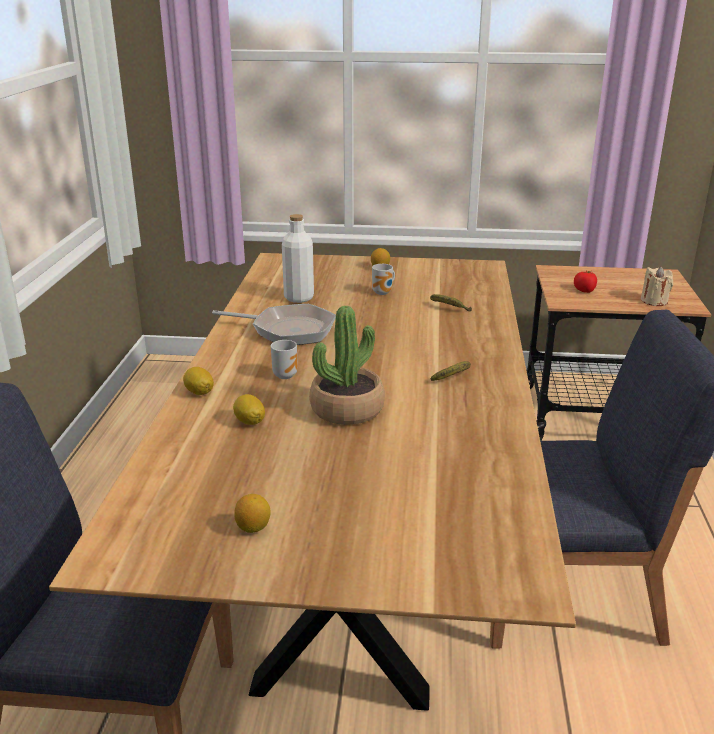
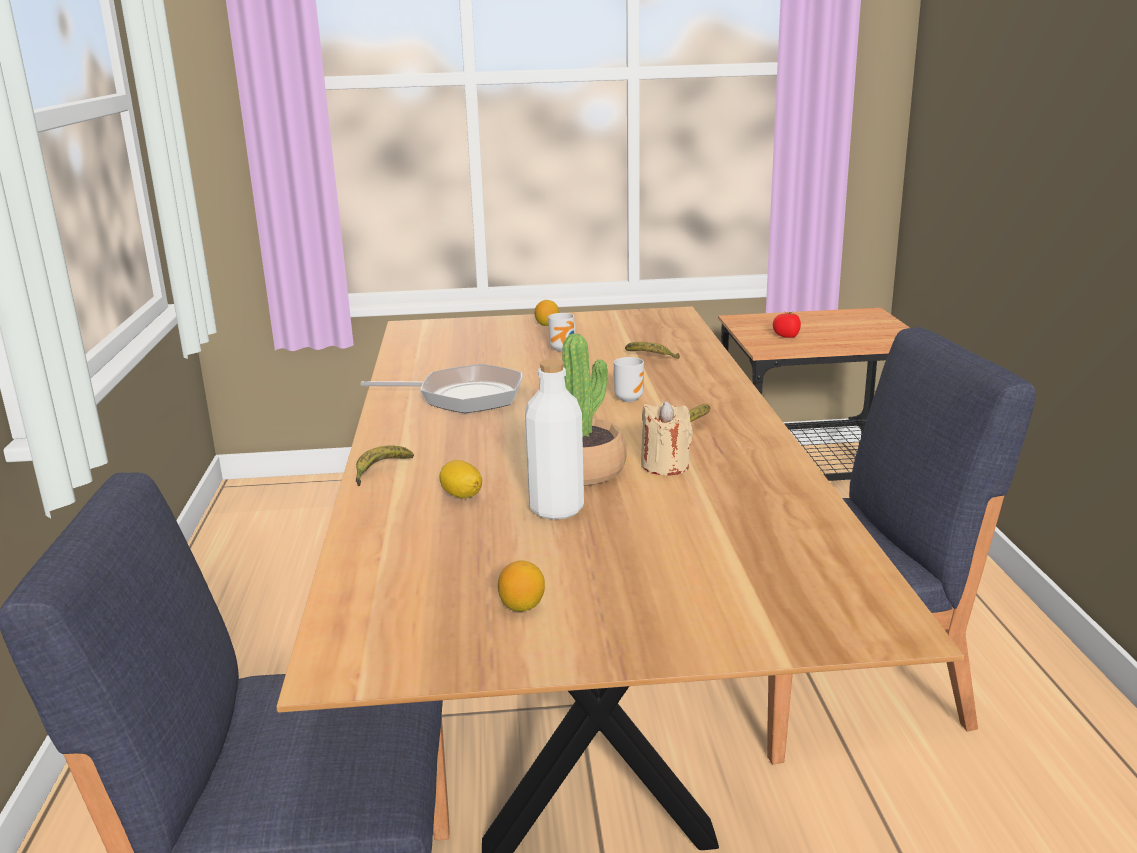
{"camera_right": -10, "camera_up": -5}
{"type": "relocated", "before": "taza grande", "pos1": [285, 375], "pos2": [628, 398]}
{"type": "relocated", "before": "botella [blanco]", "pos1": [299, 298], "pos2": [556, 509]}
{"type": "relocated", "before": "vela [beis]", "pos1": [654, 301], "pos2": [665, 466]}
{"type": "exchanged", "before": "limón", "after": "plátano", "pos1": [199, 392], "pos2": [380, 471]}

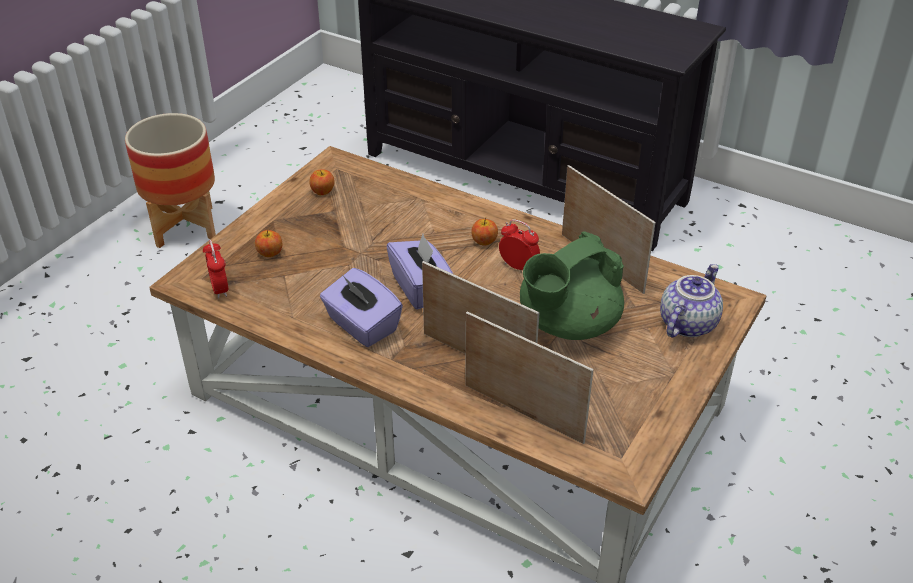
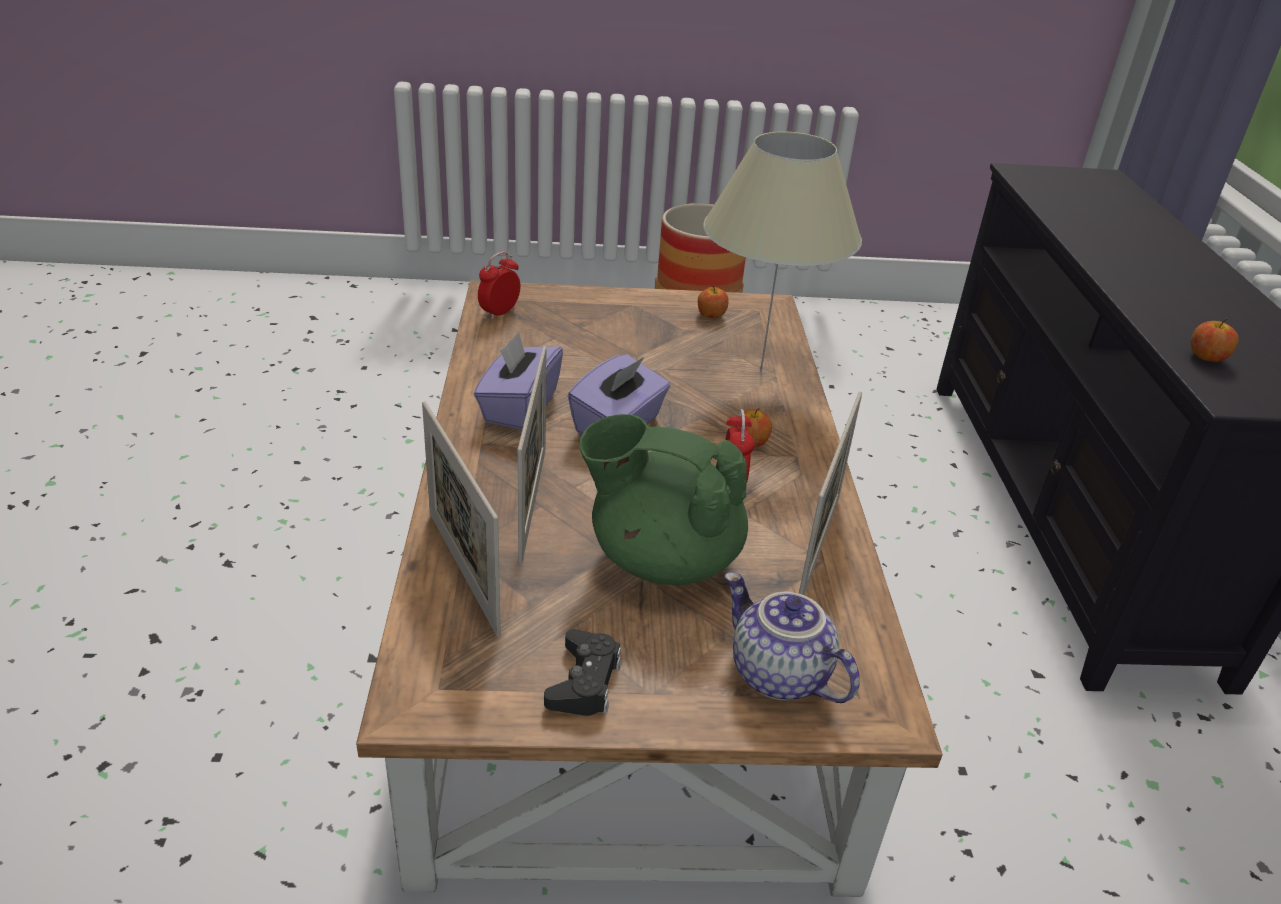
{"camera_right": 55, "camera_up": -5}
{"type": "appeared", "after": "mando de consola [negro]", "pos2": [584, 681]}
{"type": "appeared", "after": "lámpara de mesa [beis]", "pos2": [760, 371]}
{"type": "relocated", "before": "manzana", "pos1": [270, 253], "pos2": [1206, 357]}
{"type": "spun", "before": "portarretratos", "pos1": [523, 413], "pos2": [462, 571], "turn": 150}
{"type": "spun", "before": "tetera", "pos1": [686, 323], "pos2": [776, 675], "turn": -135}

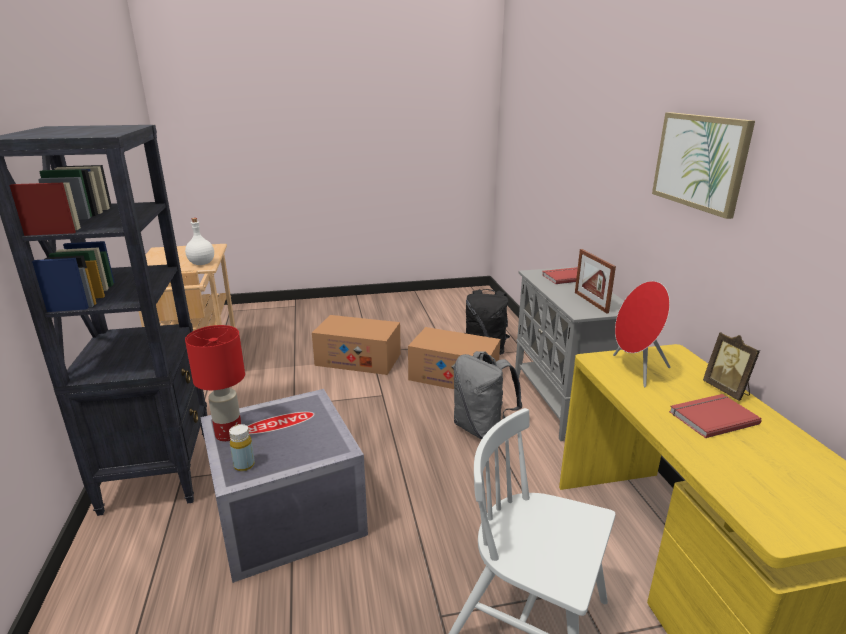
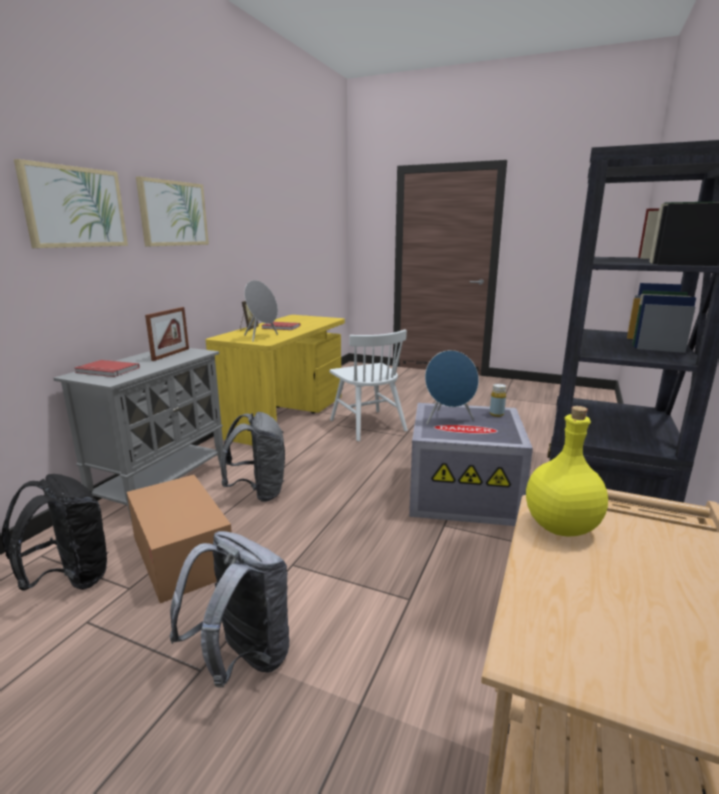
{"camera_right": -145, "camera_up": -5}
{"type": "missing", "before": "lámpara de mesa [rojo]", "pos1": [228, 434]}
{"type": "appeared", "after": "cuadro", "pos2": [75, 207]}
{"type": "appeared", "after": "altavoz [azul]", "pos2": [448, 420]}
{"type": "exchanged", "before": "caja de cartón", "after": "mochila [gris]", "pos1": [358, 359], "pos2": [242, 659]}
{"type": "colour", "before": "botella [blanco]", "after": "botella [amarillo]", "pos1": [201, 263], "pos2": [561, 528]}
{"type": "colour", "before": "altavoz [rojo]", "after": "altavoz [gris]", "pos1": [635, 370], "pos2": [262, 337]}

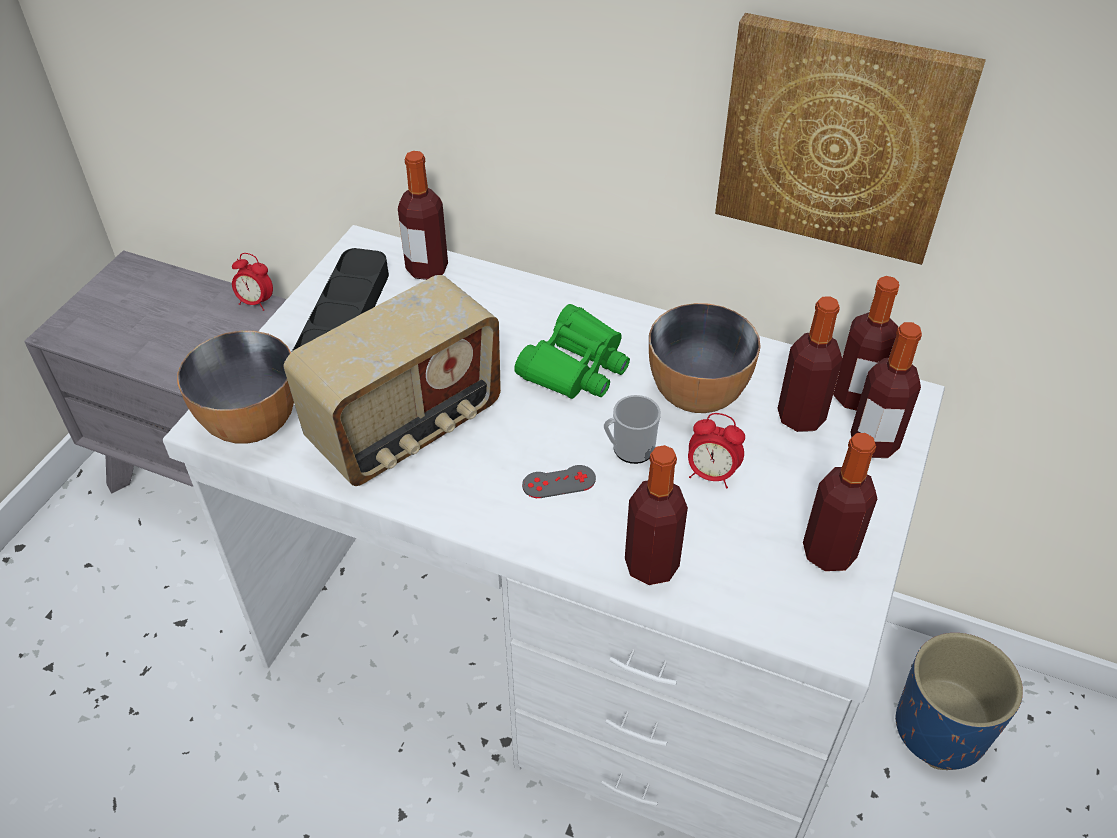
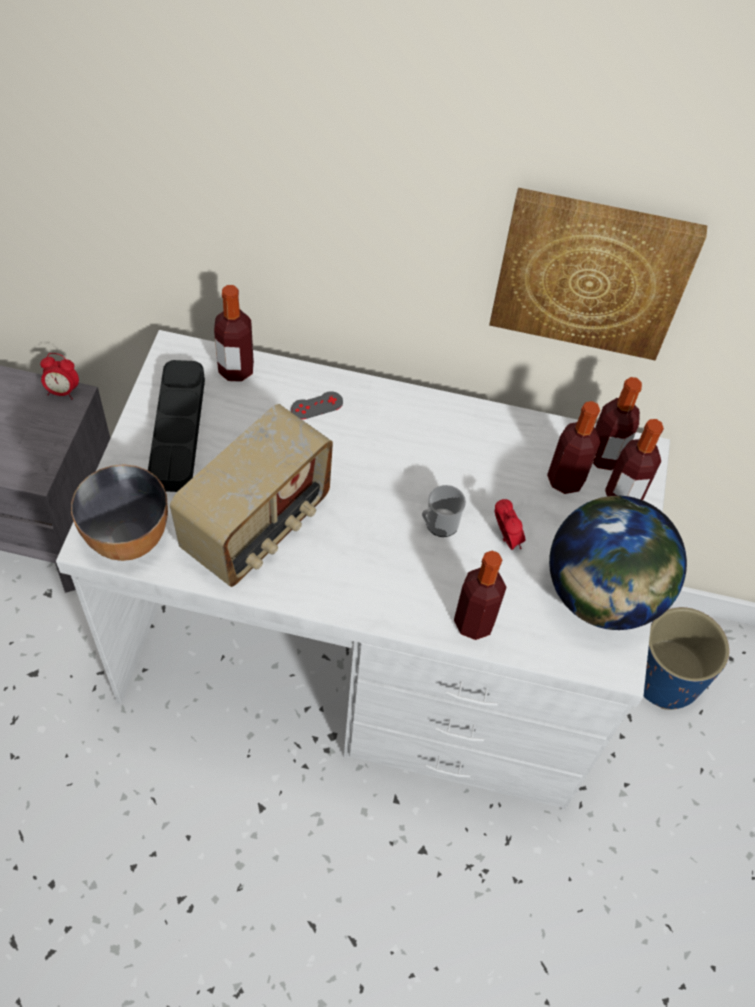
{"camera_right": -15, "camera_up": 10}
{"type": "missing", "before": "prismáticos [verde]", "pos1": [575, 367]}
{"type": "missing", "before": "cuenco", "pos1": [697, 393]}
{"type": "relocated", "before": "mando de consola [gris]", "pos1": [559, 482], "pos2": [317, 405]}
{"type": "exchanged", "before": "botella", "after": "globo terráqueo", "pos1": [828, 552], "pos2": [602, 594]}
{"type": "spun", "before": "despertador", "pos1": [711, 474], "pos2": [505, 539], "turn": -120}

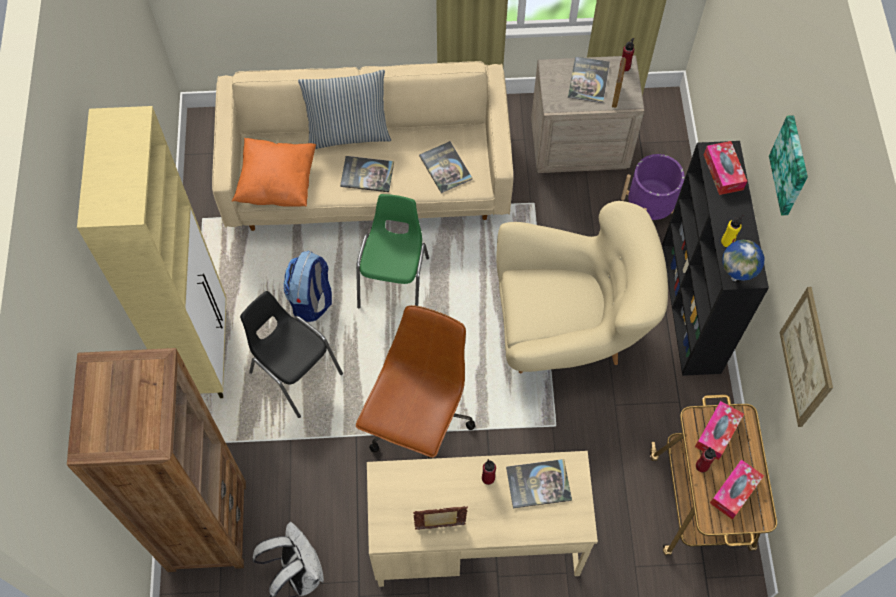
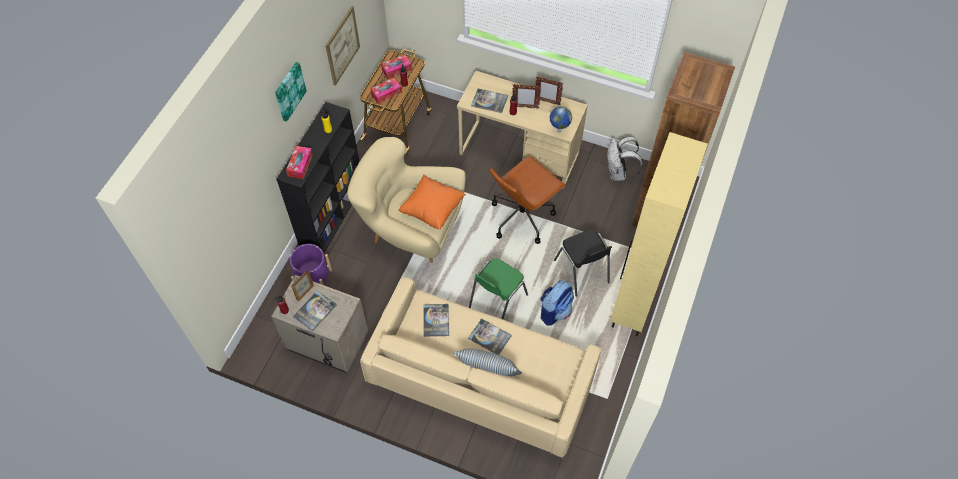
{"camera_right": -155, "camera_up": -5}
{"type": "appeared", "after": "portarretratos", "pos2": [525, 107]}
{"type": "relocated", "before": "cojín [naranja]", "pos1": [277, 183], "pos2": [432, 210]}
{"type": "relocated", "before": "globo terráqueo", "pos1": [735, 278], "pos2": [558, 131]}

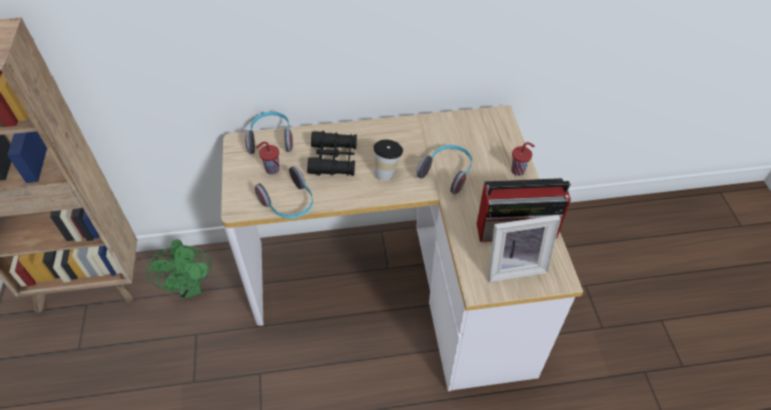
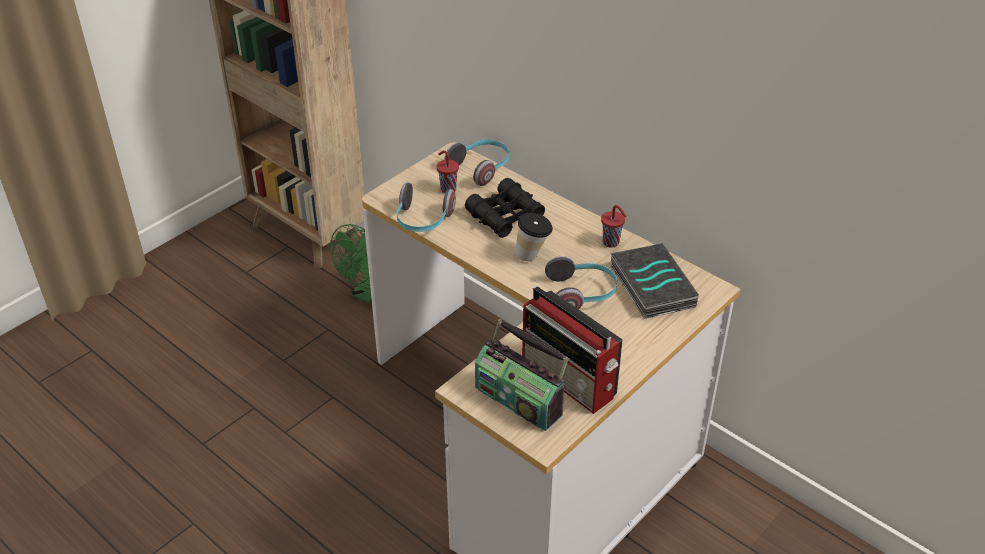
{"camera_right": 50, "camera_up": -10}
{"type": "appeared", "after": "libro", "pos2": [650, 286]}
{"type": "relocated", "before": "taza [rojo]", "pos1": [518, 170], "pos2": [612, 243]}
{"type": "exchanged", "before": "portarretratos", "after": "radio", "pos1": [514, 266], "pos2": [520, 399]}

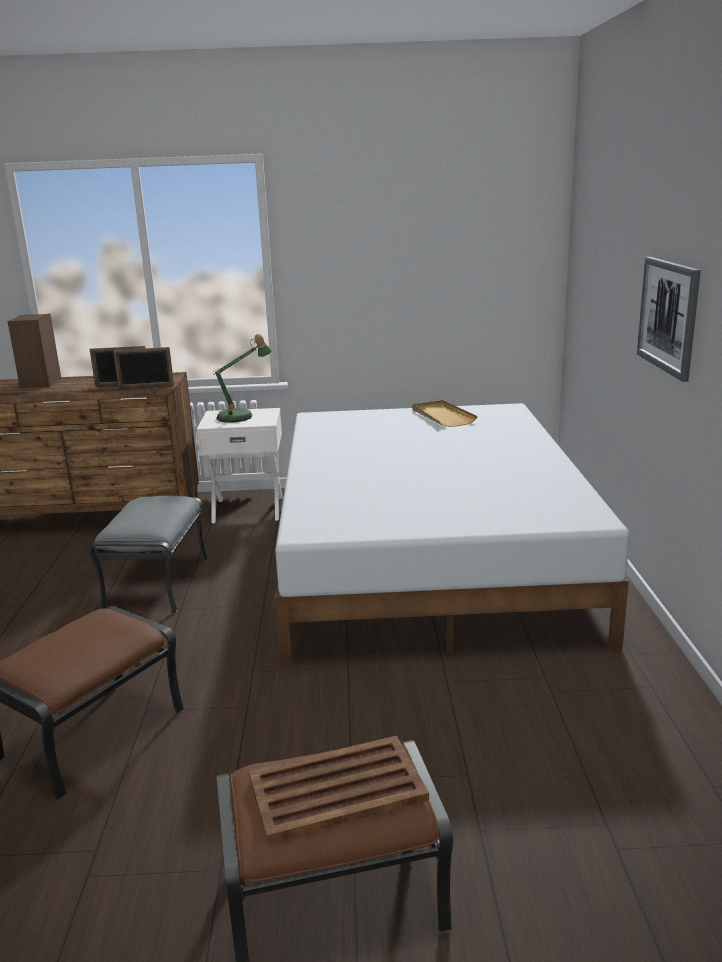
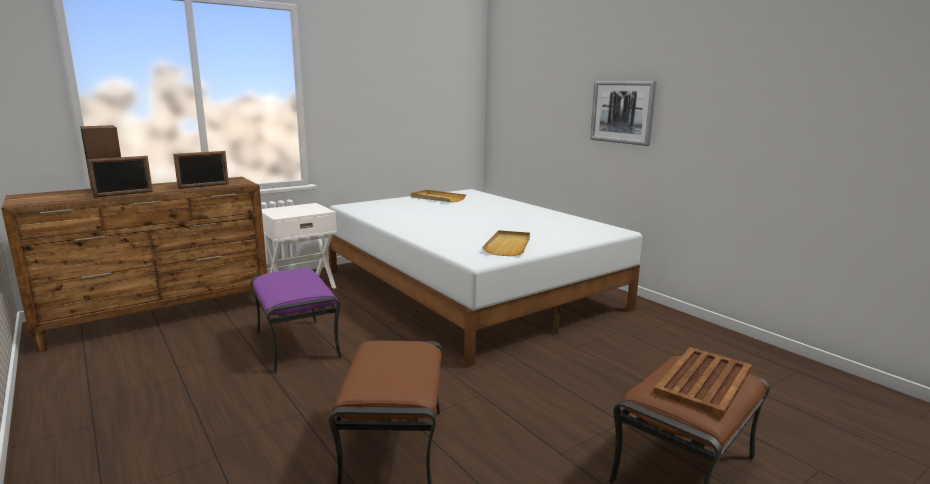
{"camera_right": -35, "camera_up": -5}
{"type": "missing", "before": "lámpara de mesa", "pos1": [240, 416]}
{"type": "appeared", "after": "bandeja [beis]", "pos2": [508, 245]}
{"type": "relocated", "before": "portarretratos", "pos1": [146, 387], "pos2": [123, 194]}
{"type": "colour", "before": "puf [gris]", "after": "puf [morado]", "pos1": [158, 584], "pos2": [298, 344]}

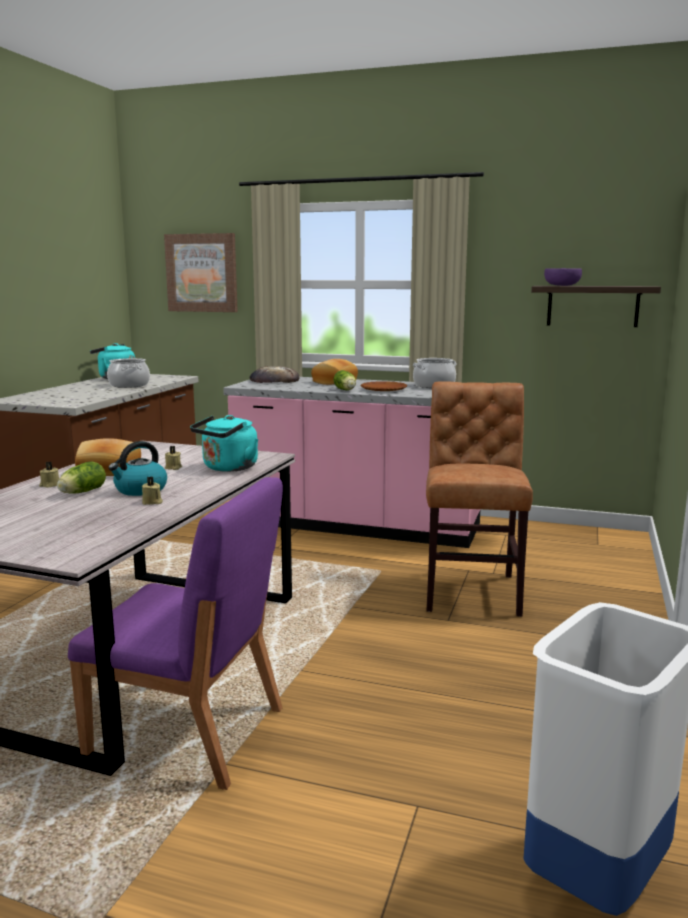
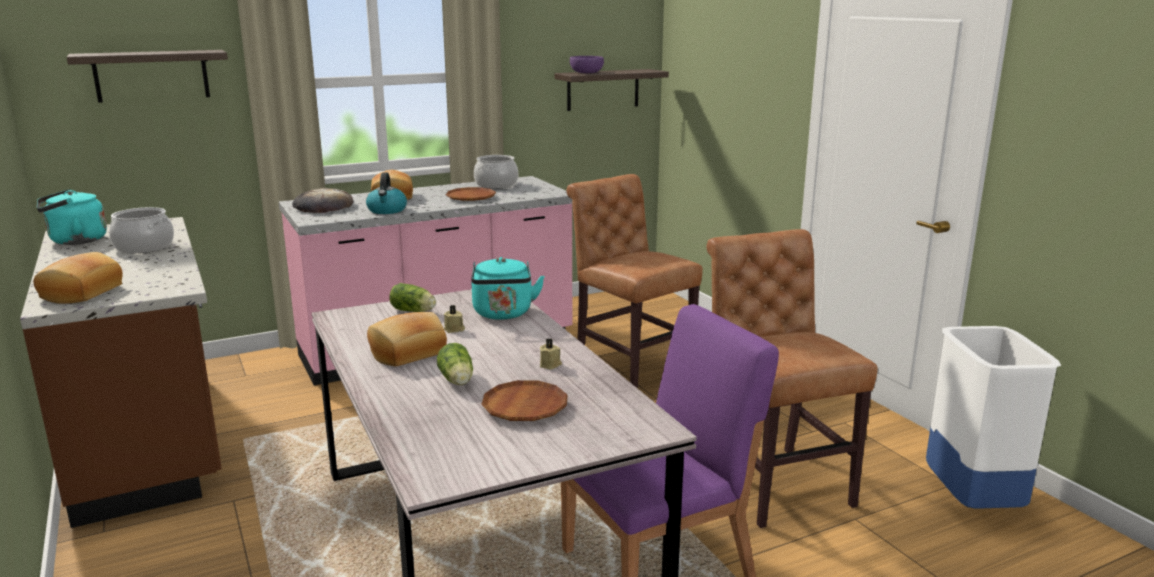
{"camera_right": -45, "camera_up": 5}
{"type": "missing", "before": "vela [beis]", "pos1": [49, 485]}
{"type": "appeared", "after": "pan", "pos2": [80, 293]}
{"type": "appeared", "after": "plato [marrón]", "pos2": [525, 407]}
{"type": "appeared", "after": "silla [marrón]", "pos2": [772, 481]}
{"type": "relocated", "before": "hervidor", "pos1": [140, 490], "pos2": [387, 210]}
{"type": "relocated", "before": "lechuga", "pos1": [346, 390], "pos2": [414, 311]}
{"type": "exchanged", "before": "cuadro", "after": "estante", "pos1": [202, 273], "pos2": [151, 75]}

